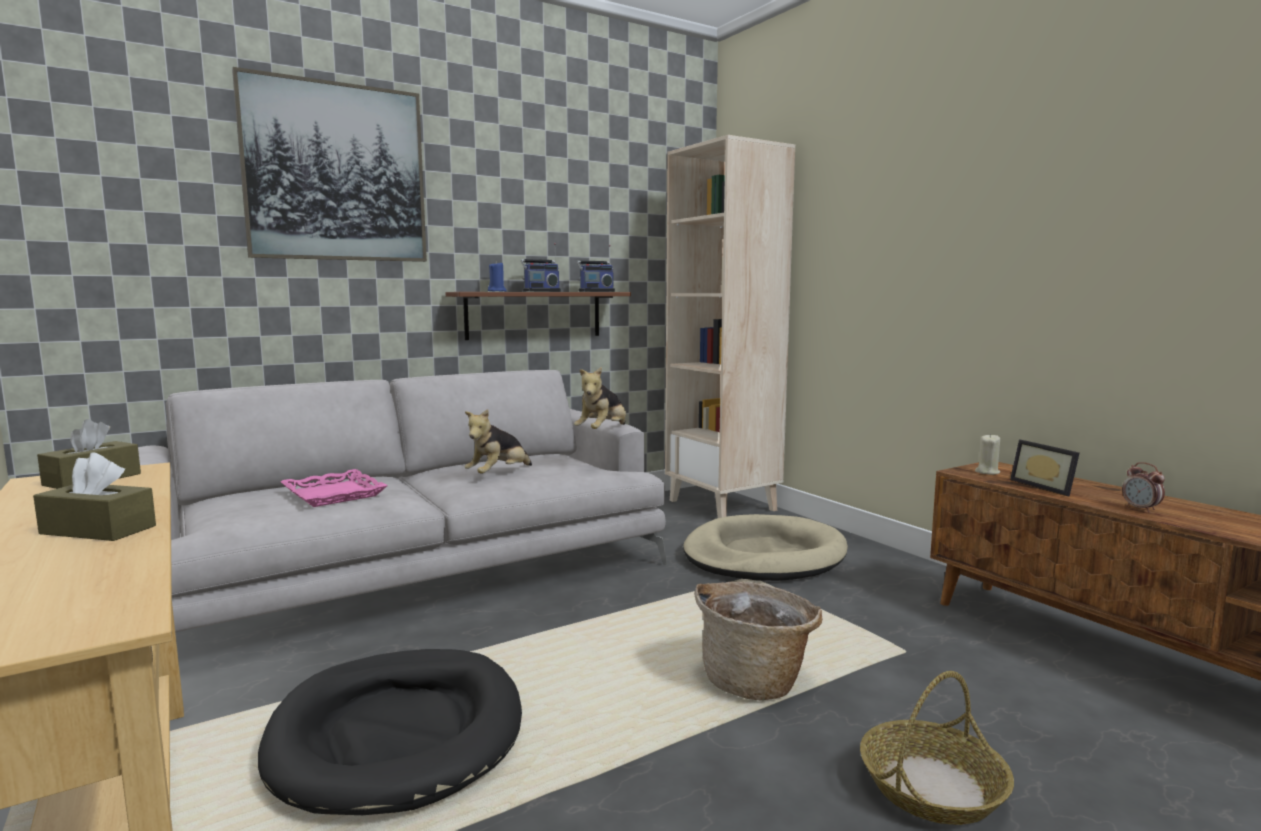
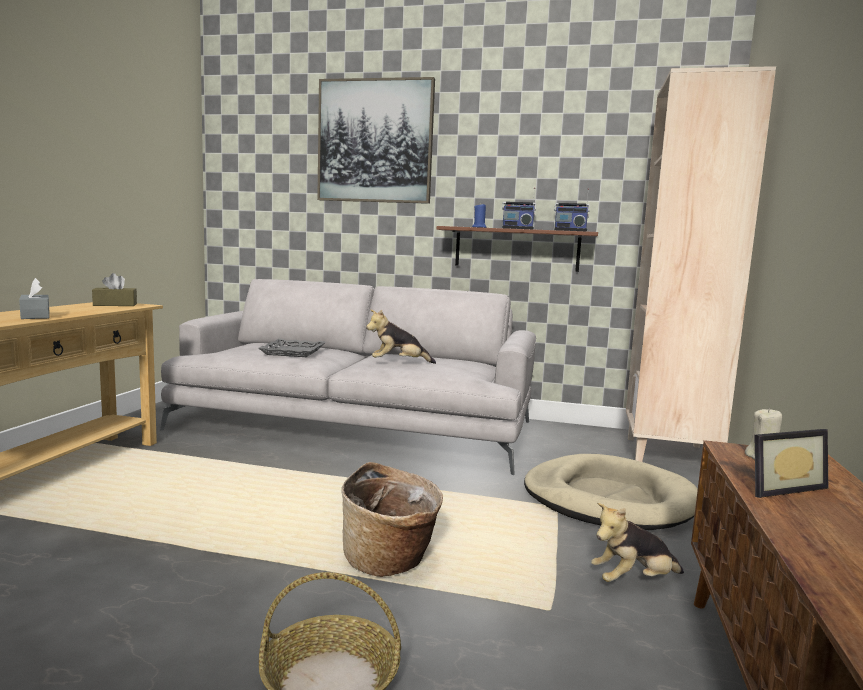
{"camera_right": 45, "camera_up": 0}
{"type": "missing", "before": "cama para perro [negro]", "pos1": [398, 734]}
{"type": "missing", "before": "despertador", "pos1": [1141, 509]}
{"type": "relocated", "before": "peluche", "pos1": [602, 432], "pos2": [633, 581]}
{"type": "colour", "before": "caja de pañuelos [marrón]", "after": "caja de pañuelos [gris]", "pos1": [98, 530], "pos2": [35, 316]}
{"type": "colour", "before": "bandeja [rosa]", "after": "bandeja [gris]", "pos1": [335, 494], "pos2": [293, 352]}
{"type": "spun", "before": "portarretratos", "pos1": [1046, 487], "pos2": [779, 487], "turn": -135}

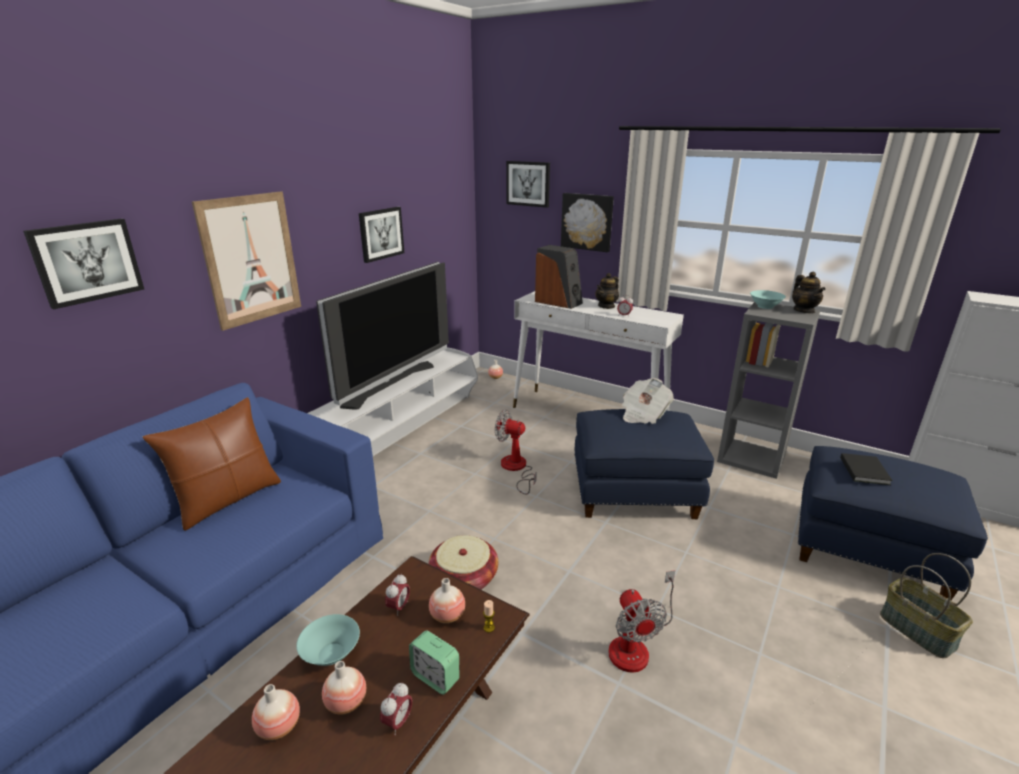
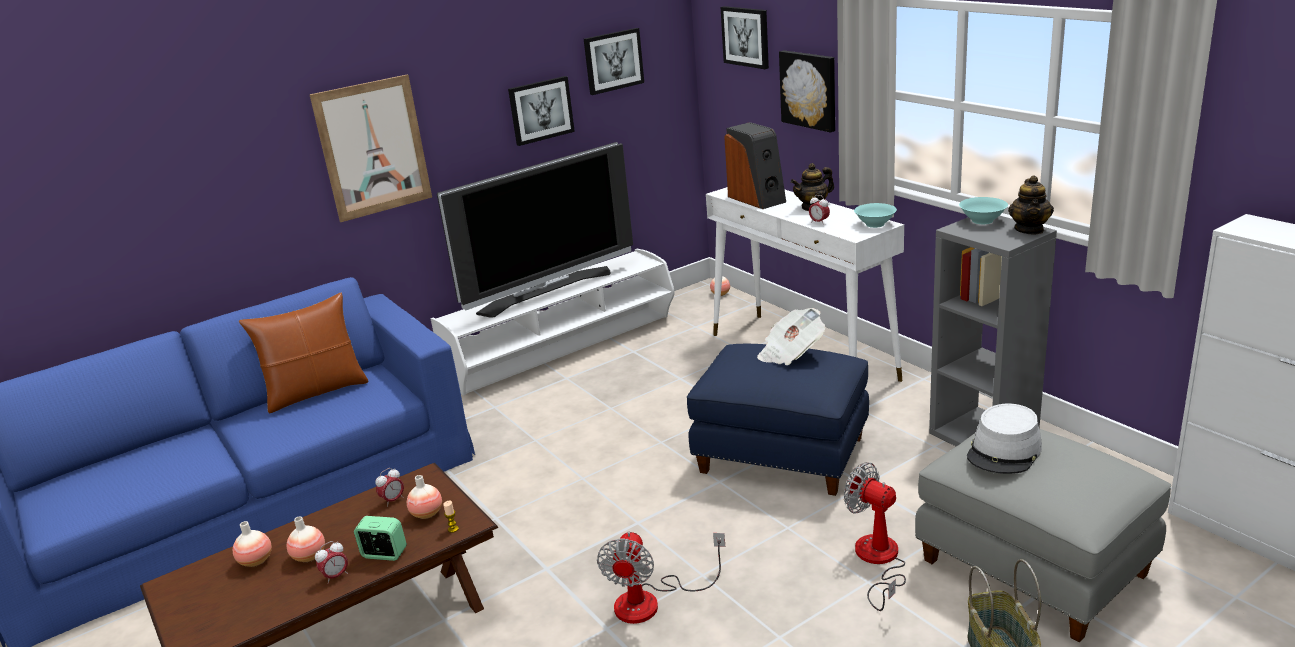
{"camera_right": 25, "camera_up": 0}
{"type": "missing", "before": "cesta", "pos1": [464, 579]}
{"type": "relocated", "before": "cuadro", "pos1": [87, 262], "pos2": [613, 61]}
{"type": "relocated", "before": "cuenco [turquesa]", "pos1": [330, 653], "pos2": [874, 224]}
{"type": "relocated", "before": "ventilador", "pos1": [516, 469], "pos2": [878, 561]}
{"type": "exchanged", "before": "libro [negro]", "after": "sombrero [gris]", "pos1": [864, 470], "pos2": [1004, 451]}
{"type": "colour", "before": "puf [azul]", "after": "puf [gris]", "pos1": [868, 550], "pos2": [1035, 567]}
{"type": "spun", "before": "despertador", "pos1": [435, 677], "pos2": [384, 554], "turn": 135}

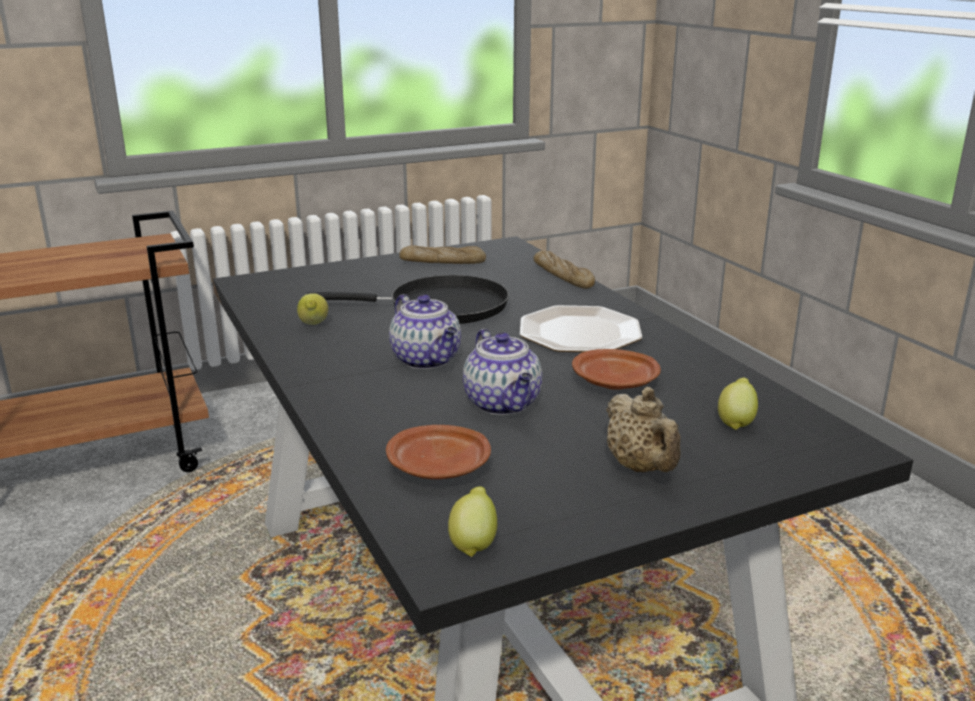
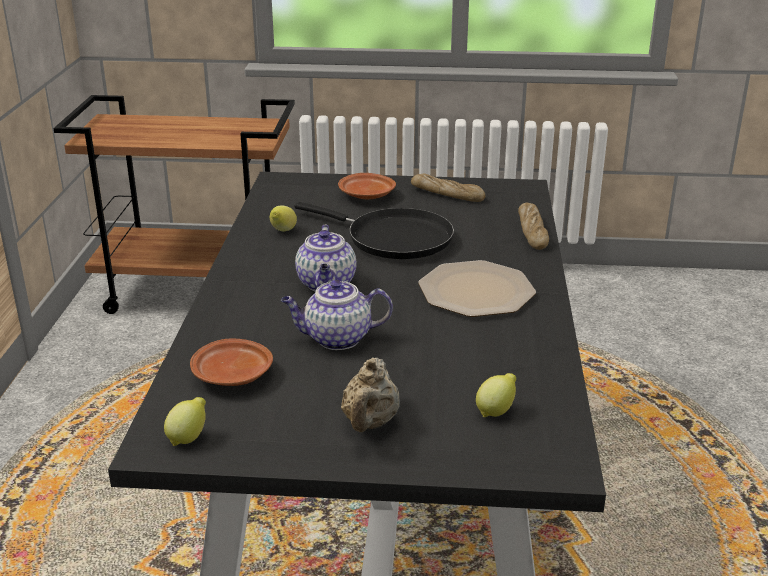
{"camera_right": 30, "camera_up": 5}
{"type": "relocated", "before": "plato [marrón]", "pos1": [616, 383], "pos2": [367, 195]}
{"type": "spun", "before": "tetera", "pos1": [504, 404], "pos2": [336, 339], "turn": 75}

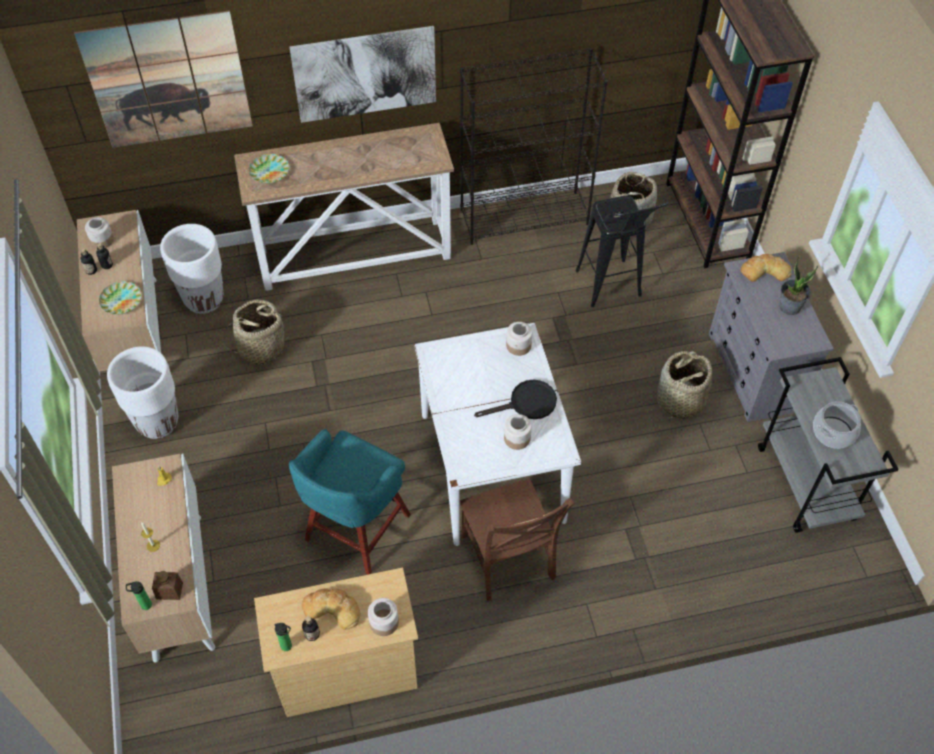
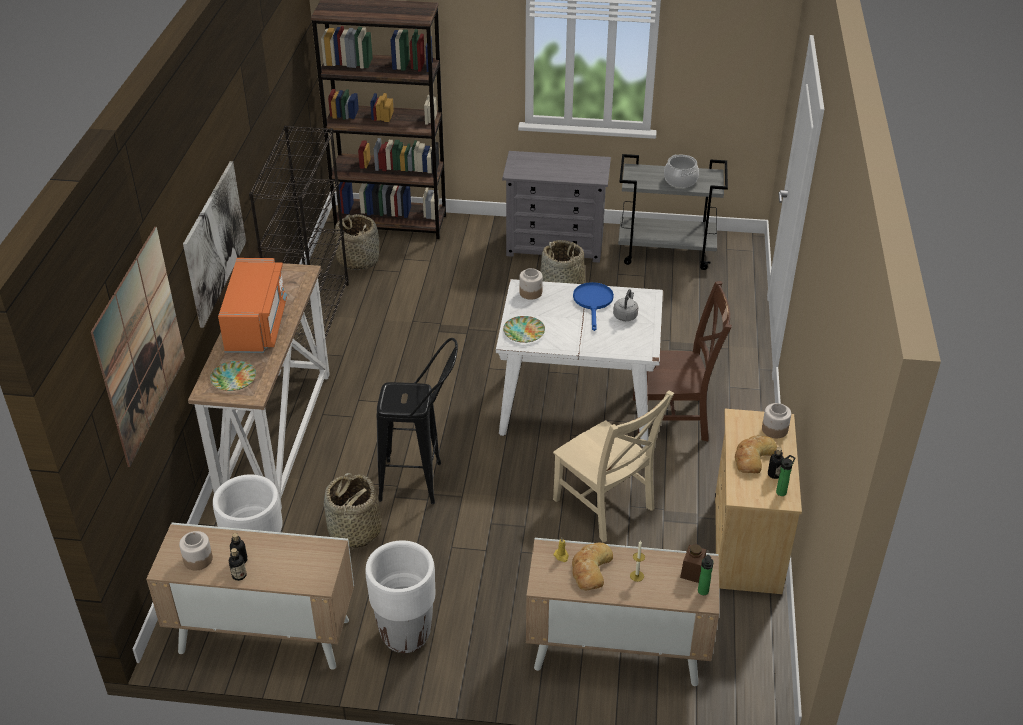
{"camera_right": -70, "camera_up": -15}
{"type": "missing", "before": "planta en maceta", "pos1": [789, 307]}
{"type": "appeared", "after": "microondas [naranja]", "pos2": [256, 325]}
{"type": "relocated", "before": "plato", "pos1": [121, 300], "pos2": [523, 332]}
{"type": "relocated", "before": "taburete [negro]", "pos1": [611, 291], "pos2": [422, 482]}
{"type": "relocated", "before": "pan", "pos1": [764, 270], "pos2": [590, 569]}
{"type": "exchanged", "before": "taburete [turquesa]", "after": "silla [beis]", "pos1": [355, 530], "pos2": [605, 507]}
{"type": "exchanged", "before": "tarro", "after": "hervidor [gris]", "pos1": [517, 438], "pos2": [625, 315]}
{"type": "colour", "before": "sartén [negro]", "after": "sartén [azul]", "pos1": [526, 404], "pos2": [593, 302]}

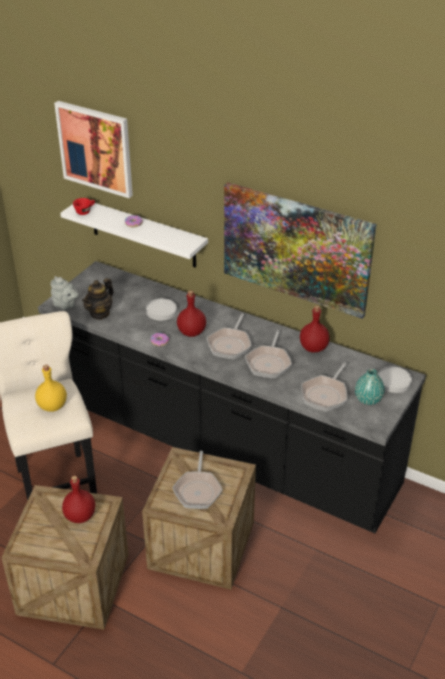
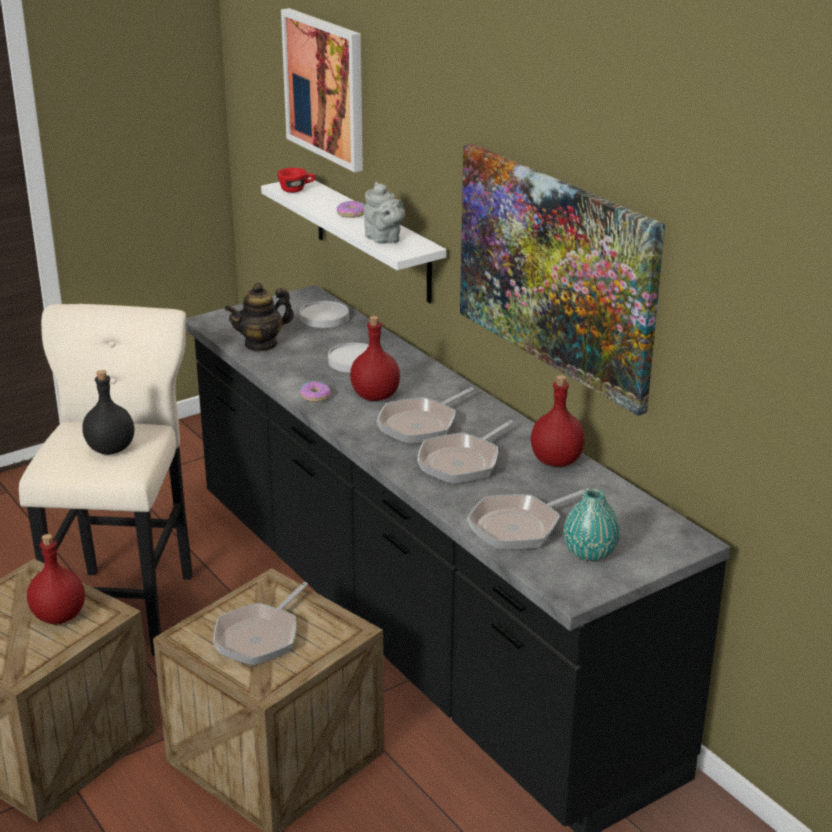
{"camera_right": 25, "camera_up": -10}
{"type": "relocated", "before": "tetera [gris]", "pos1": [65, 305], "pos2": [384, 239]}
{"type": "relocated", "before": "plato [blanco]", "pos1": [394, 381], "pos2": [324, 317]}
{"type": "colour", "before": "botella [amarillo]", "after": "botella [negro]", "pos1": [52, 406], "pos2": [109, 449]}

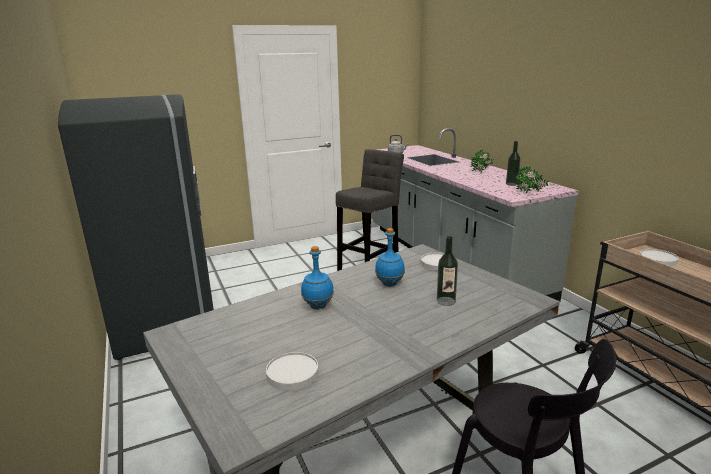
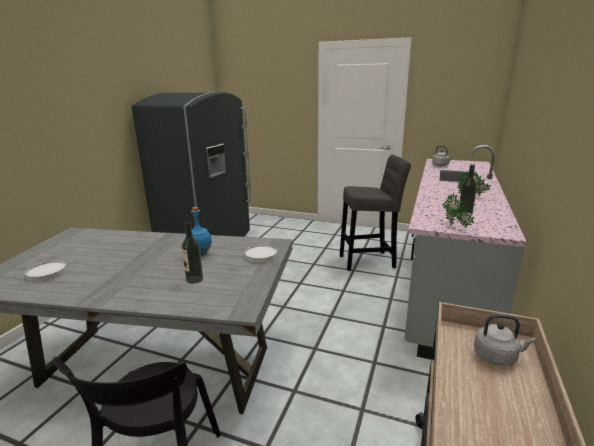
{"camera_right": 45, "camera_up": 0}
{"type": "missing", "before": "botella [azul]", "pos1": [317, 306]}
{"type": "exchanged", "before": "plato [blanco]", "after": "hervidor [gris]", "pos1": [657, 259], "pos2": [497, 356]}

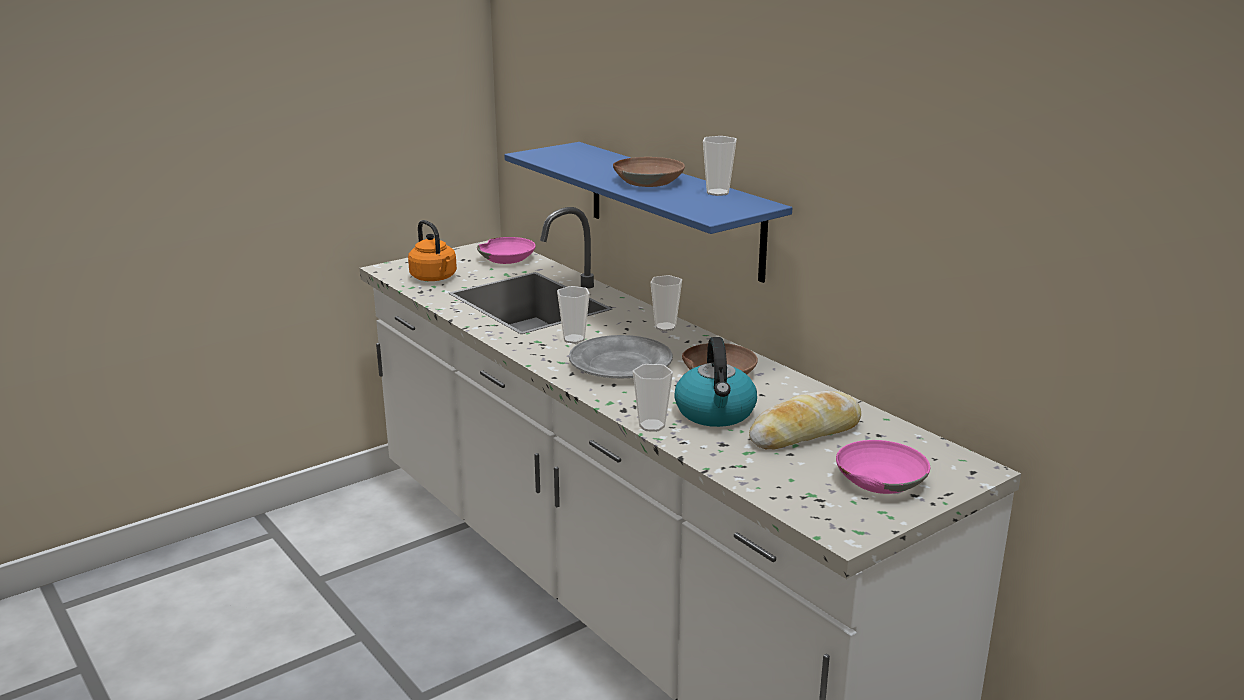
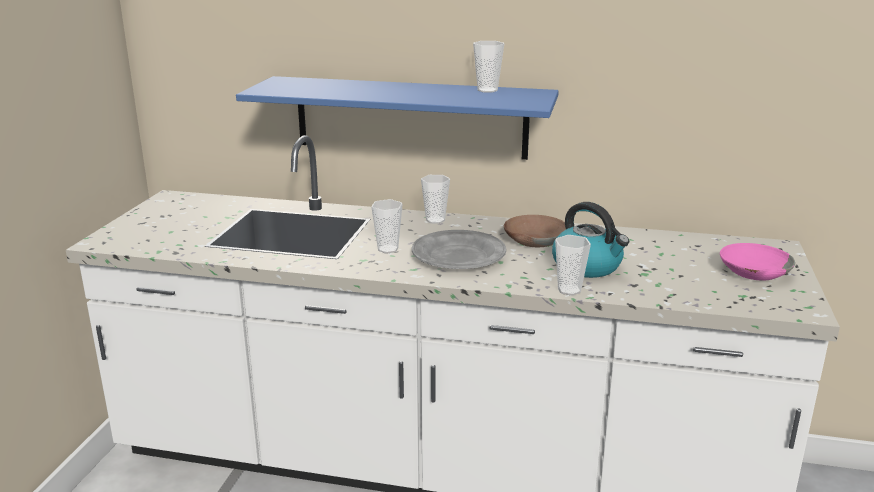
{"camera_right": -40, "camera_up": 0}
{"type": "missing", "before": "hervidor [naranja]", "pos1": [435, 278]}
{"type": "missing", "before": "cuenco [rosa]", "pos1": [508, 258]}
{"type": "missing", "before": "cuenco [marrón]", "pos1": [648, 181]}
{"type": "missing", "before": "pan", "pos1": [805, 432]}

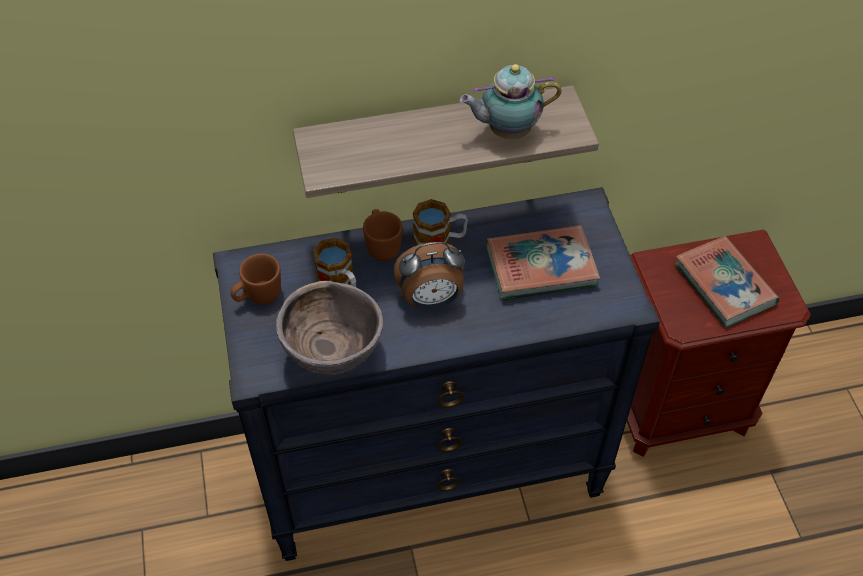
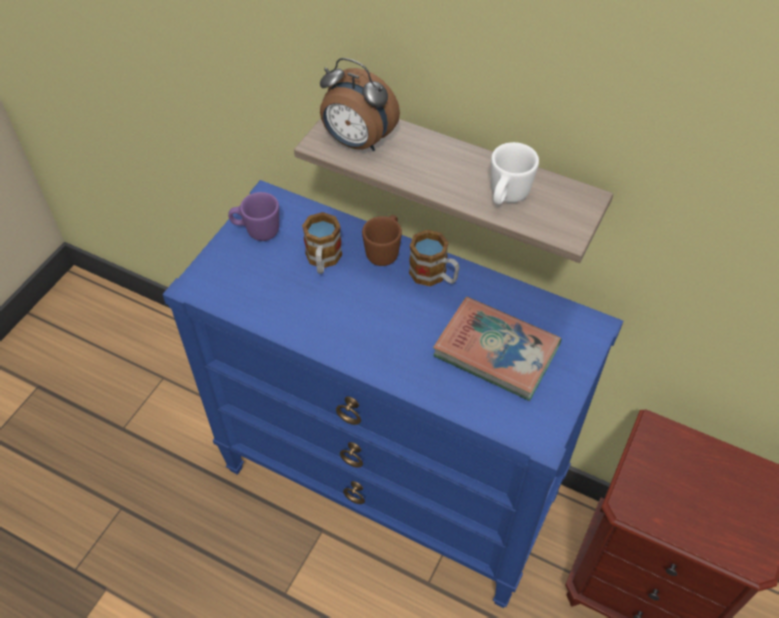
{"camera_right": 40, "camera_up": 0}
{"type": "missing", "before": "cuenco [marrón]", "pos1": [333, 354]}
{"type": "missing", "before": "libro", "pos1": [724, 285]}
{"type": "relocated", "before": "despertador", "pos1": [431, 300], "pos2": [357, 142]}
{"type": "exchanged", "before": "tetera", "after": "taza grande [blanco]", "pos1": [506, 131], "pos2": [506, 197]}
{"type": "colour", "before": "cómoda [negro]", "after": "cómoda [azul]", "pos1": [432, 467], "pos2": [392, 483]}
{"type": "colour", "before": "taza grande [marrón]", "after": "taza grande [morado]", "pos1": [258, 296], "pos2": [257, 231]}

